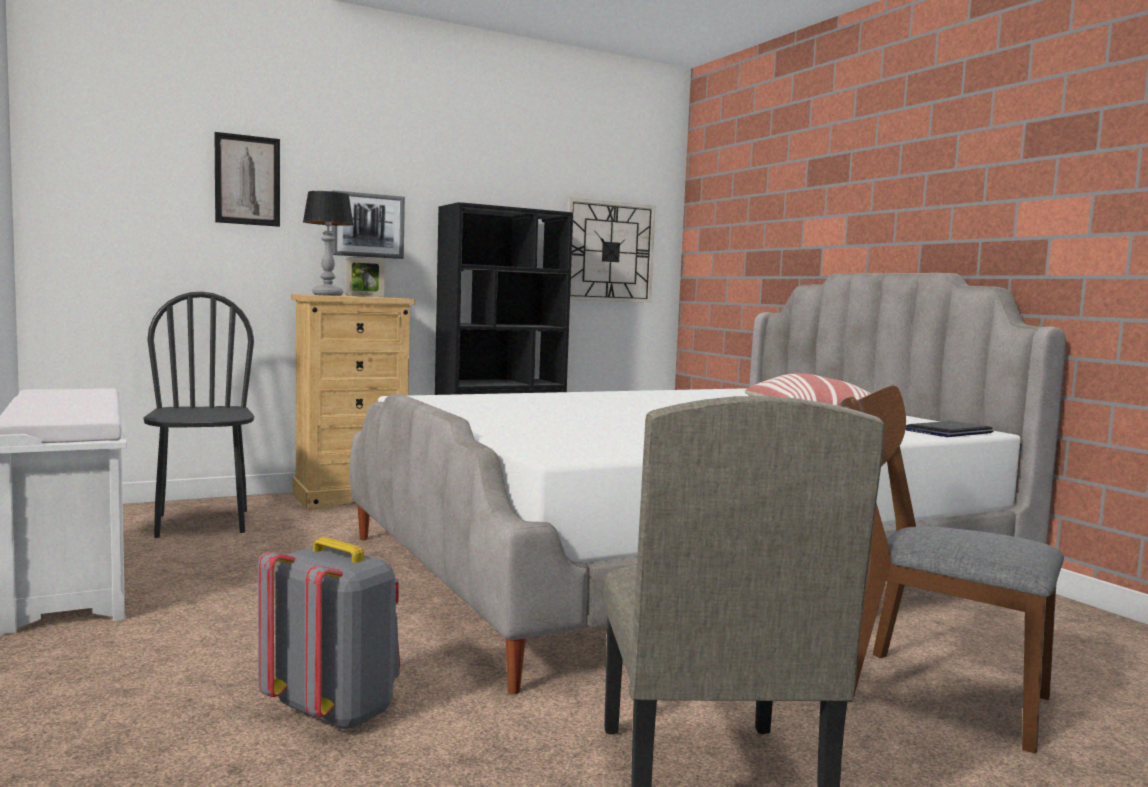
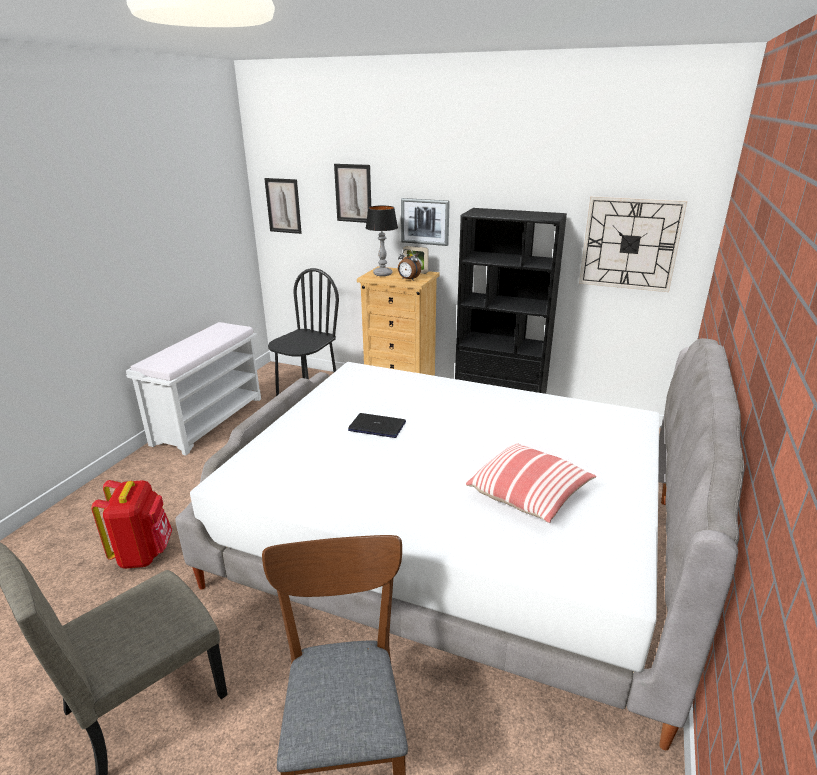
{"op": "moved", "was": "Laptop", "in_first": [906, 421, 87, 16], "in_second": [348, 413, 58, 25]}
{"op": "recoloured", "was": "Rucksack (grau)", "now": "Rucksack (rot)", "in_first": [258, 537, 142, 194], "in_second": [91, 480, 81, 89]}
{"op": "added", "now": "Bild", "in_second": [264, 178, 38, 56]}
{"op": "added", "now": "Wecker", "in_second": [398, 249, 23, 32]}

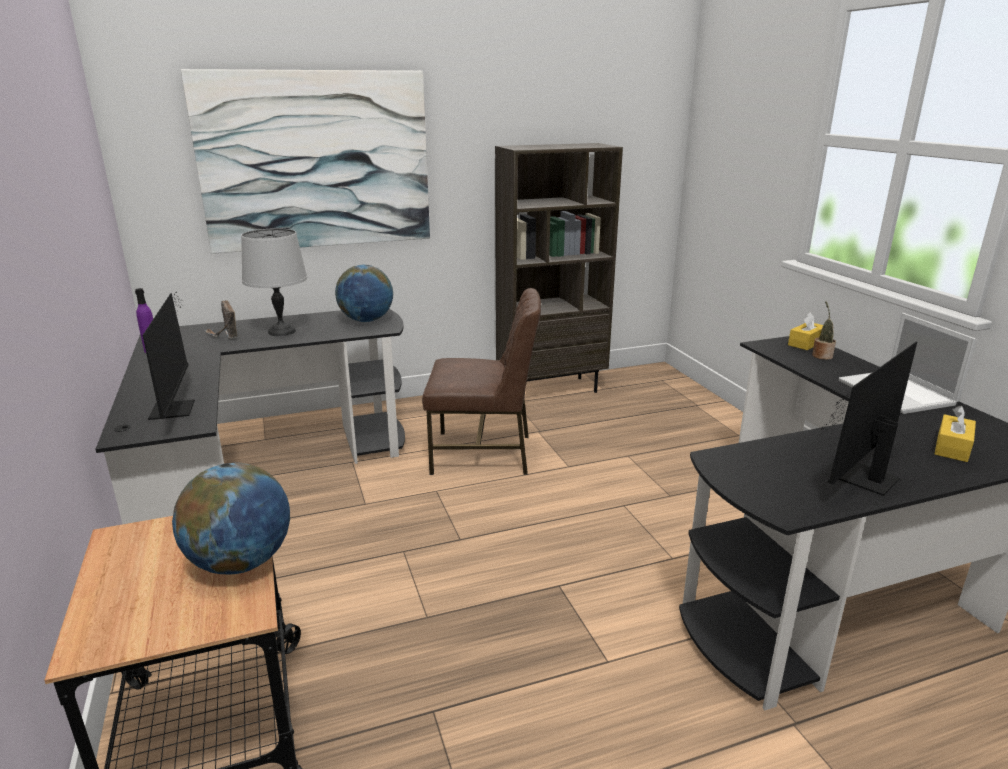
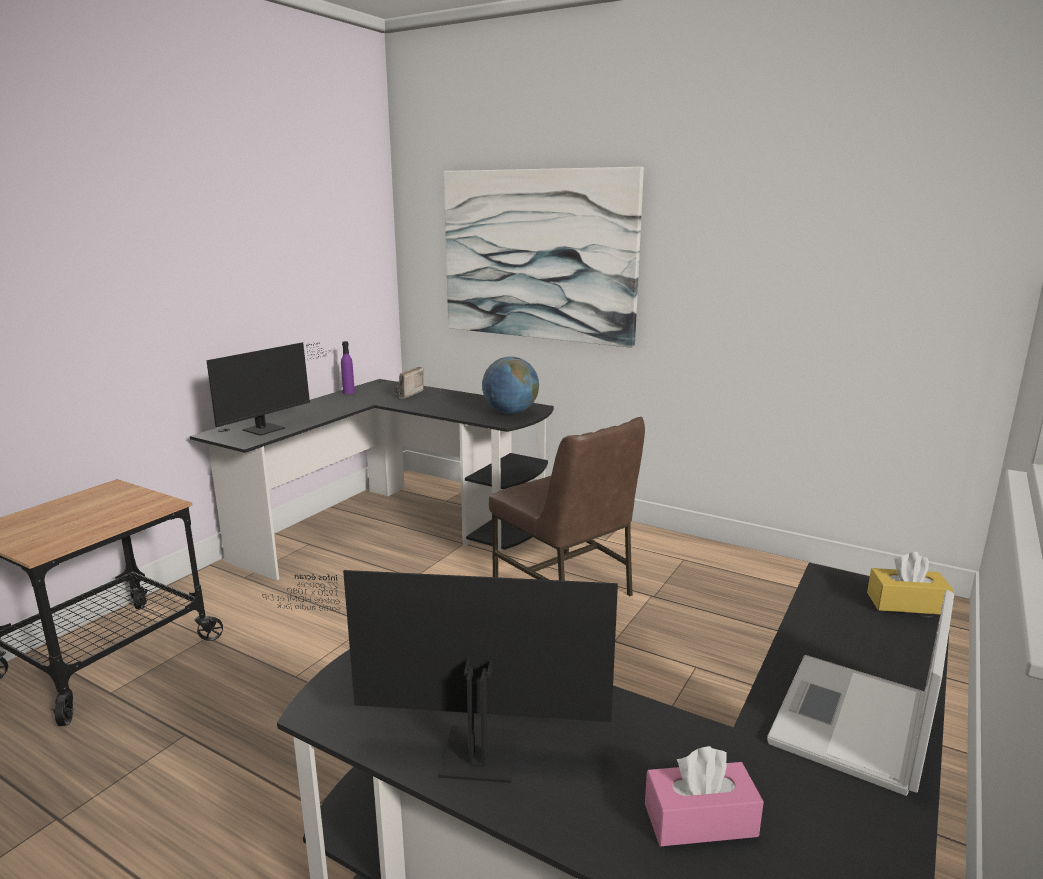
{"op": "removed", "was": "Bücherregal (braun)", "in_first": [495, 143, 128, 250]}
{"op": "removed", "was": "Tischlampe (grau)", "in_first": [241, 228, 66, 108]}
{"op": "removed", "was": "Topfpflanze", "in_first": [812, 301, 24, 59]}
{"op": "recoloured", "was": "Taschentuchbox (gelb)", "now": "Taschentuchbox (rosa)", "in_first": [935, 406, 41, 56], "in_second": [645, 746, 119, 100]}
{"op": "removed", "was": "Globus", "in_first": [172, 463, 118, 112]}

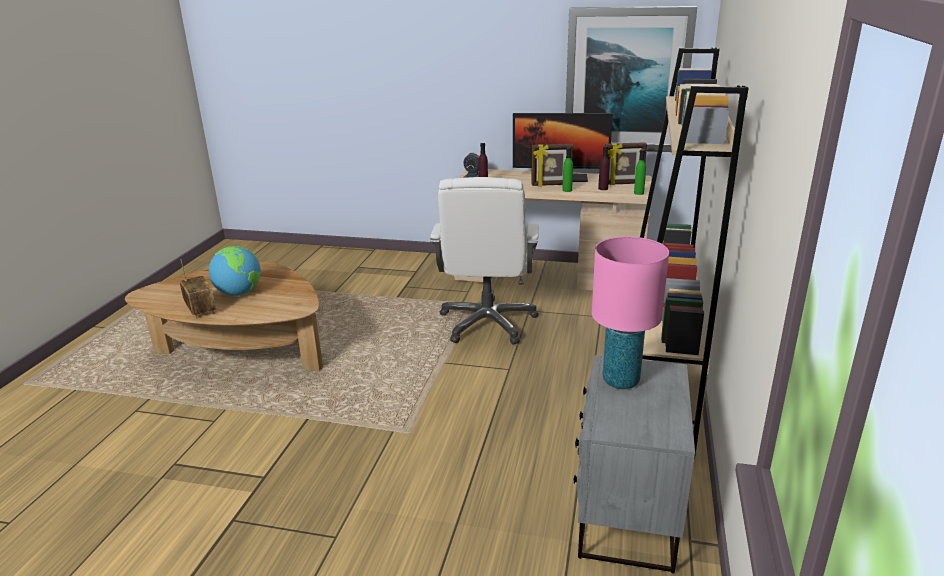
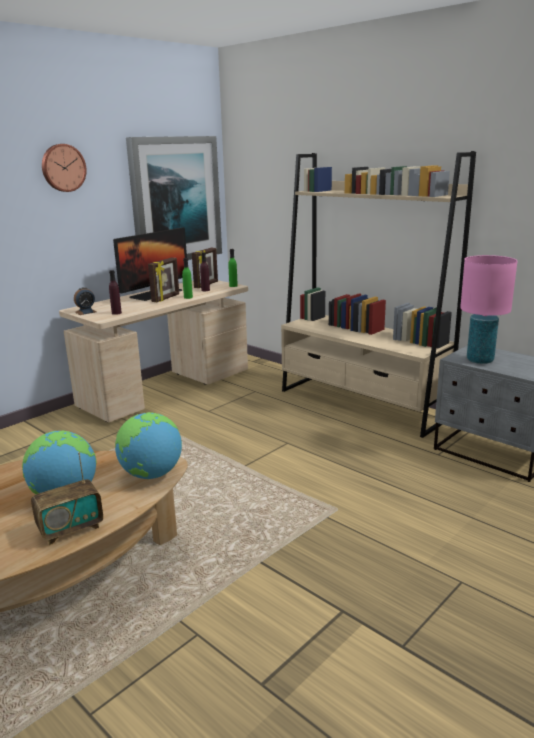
{"op": "removed", "was": "Bürostuhl (weiß)", "in_first": [430, 177, 109, 167]}
{"op": "turned", "was": "Radio", "in_first": [180, 259, 36, 60], "in_second": [31, 452, 72, 93], "clockwise": 150}
{"op": "added", "now": "Wanduhr", "in_second": [42, 144, 45, 48]}
{"op": "added", "now": "Globus", "in_second": [115, 412, 67, 67]}

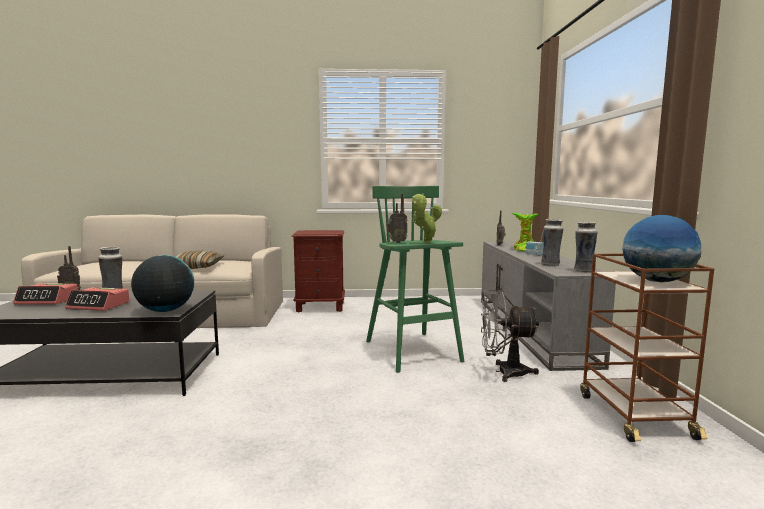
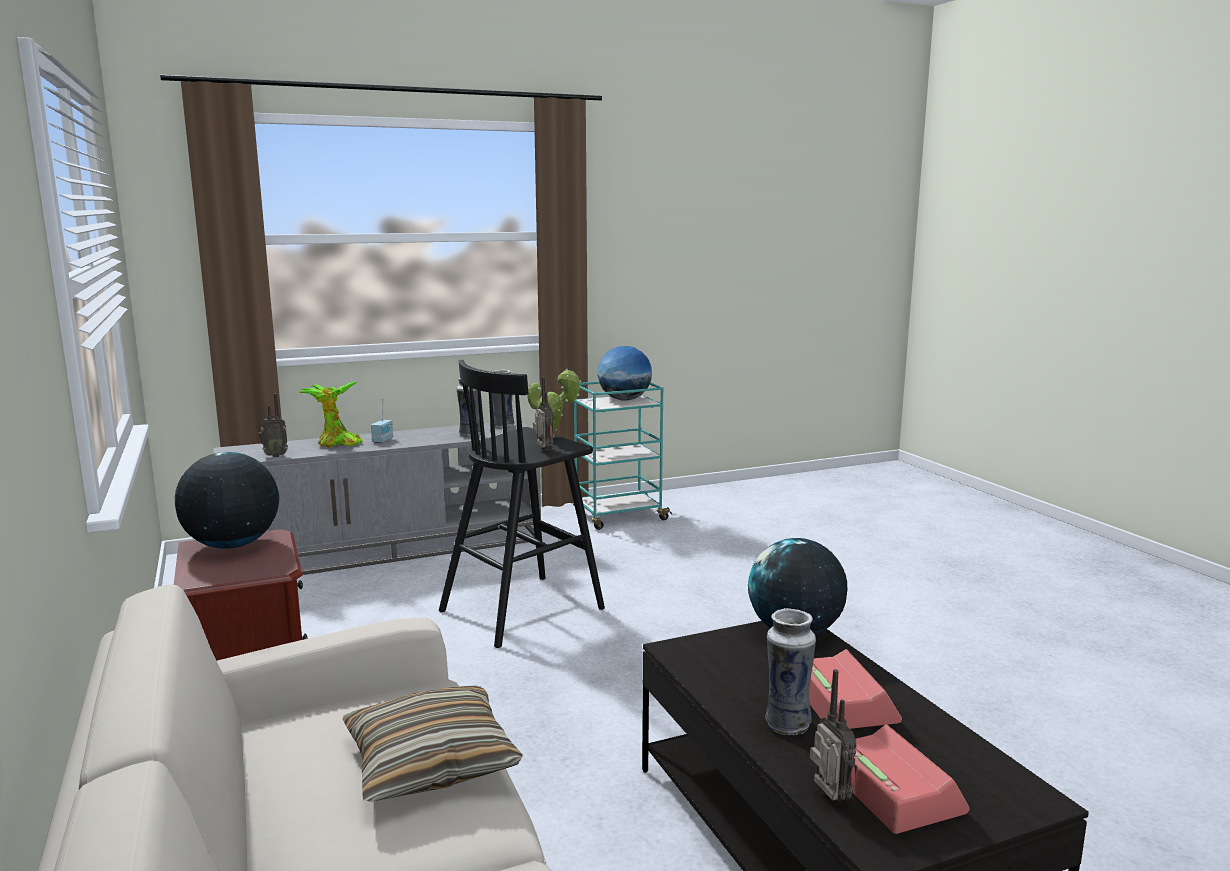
{"op": "recoloured", "was": "Hocker (grün)", "now": "Hocker (schwarz)", "in_first": [366, 186, 98, 187], "in_second": [439, 360, 166, 288]}
{"op": "recoloured", "was": "Rollwagen (braun)", "now": "Rollwagen (türkis)", "in_first": [580, 253, 134, 189], "in_second": [573, 381, 99, 149]}
{"op": "removed", "was": "Ventilator (grau)", "in_first": [481, 290, 59, 92]}
{"op": "added", "now": "Globus", "in_second": [175, 452, 104, 97]}

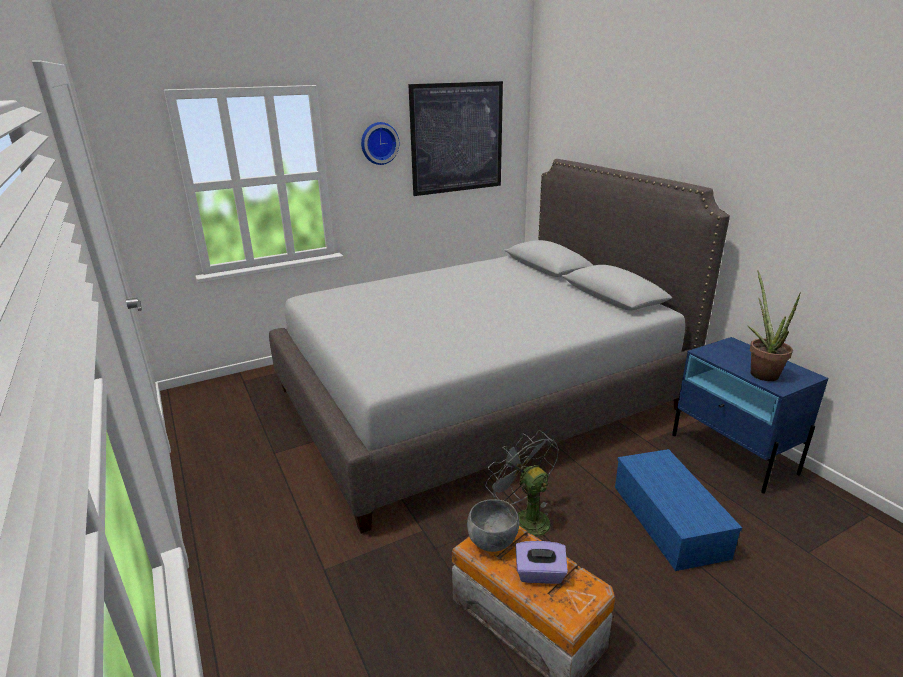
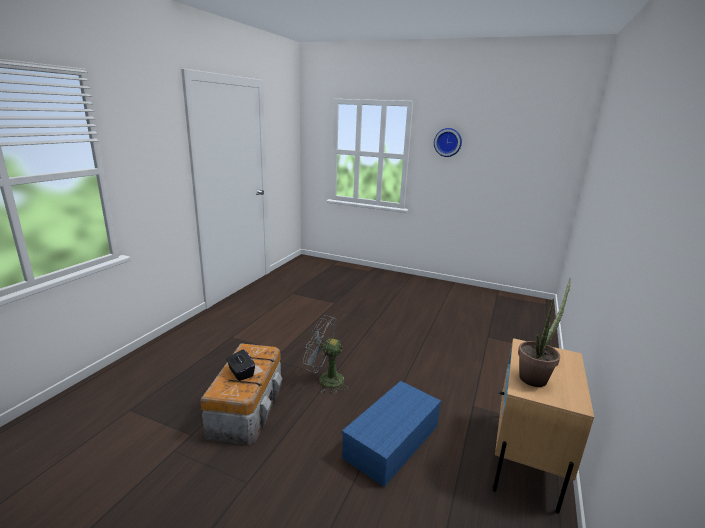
{"op": "removed", "was": "Bild", "in_first": [408, 81, 95, 115]}
{"op": "removed", "was": "Bett (grau)", "in_first": [269, 159, 461, 375]}
{"op": "recoloured", "was": "Nachttisch (blau)", "now": "Nachttisch (beige)", "in_first": [672, 337, 156, 157], "in_second": [493, 338, 101, 176]}
{"op": "turned", "was": "Ventilator (grau)", "in_first": [485, 430, 74, 111], "in_second": [303, 315, 46, 79], "clockwise": -90}
{"op": "removed", "was": "Schüssel (grau)", "in_first": [467, 500, 52, 52]}
{"op": "recoloured", "was": "Taschentuchbox (lila)", "now": "Taschentuchbox (schwarz)", "in_first": [516, 541, 52, 43], "in_second": [226, 349, 29, 32]}

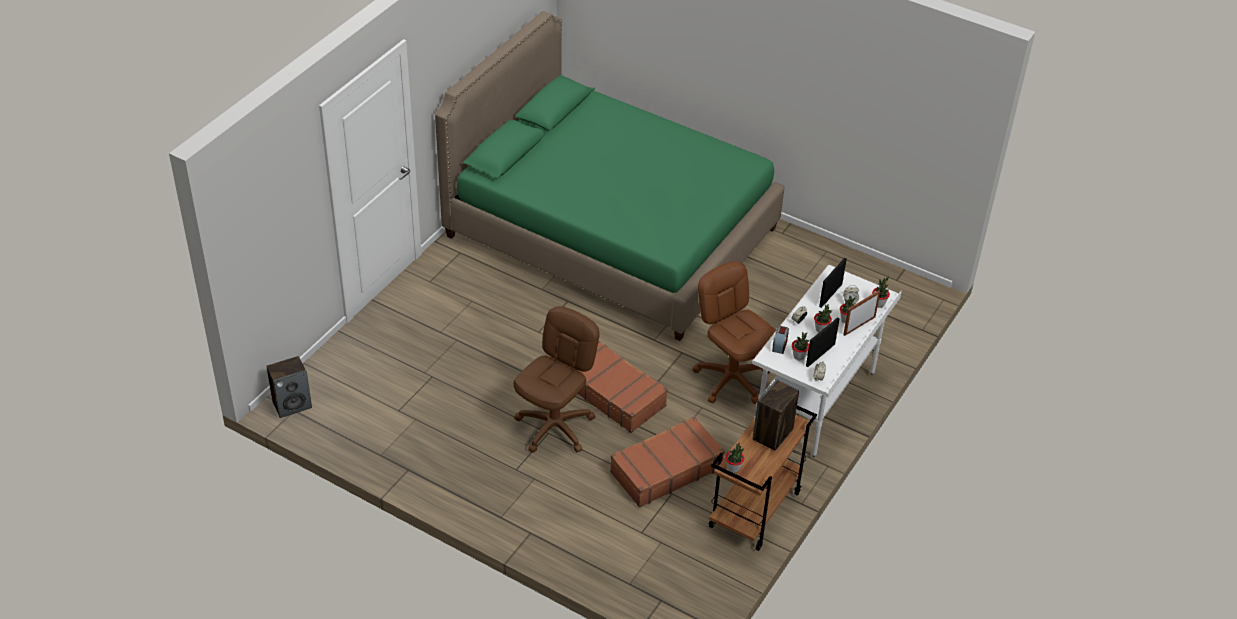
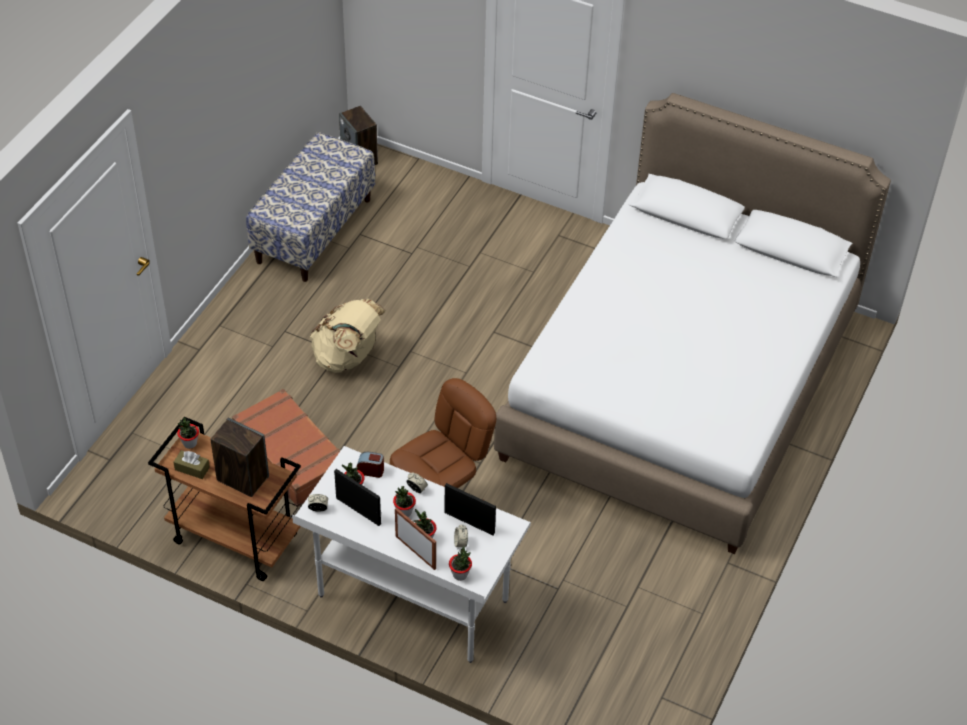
{"op": "recoloured", "was": "Bett (grün)", "now": "Bett (weiß)", "in_first": [435, 11, 349, 330], "in_second": [494, 93, 397, 461]}
{"op": "replaced", "was": "Bürostuhl (braun)", "now": "Rucksack (beige)", "in_first": [513, 306, 87, 147], "in_second": [309, 299, 77, 74]}
{"op": "removed", "was": "Koffer (braun)", "in_first": [578, 341, 90, 92]}
{"op": "added", "now": "Bank", "in_second": [246, 132, 129, 150]}
{"op": "added", "now": "Taschentuchbox (braun)", "in_second": [174, 450, 36, 29]}

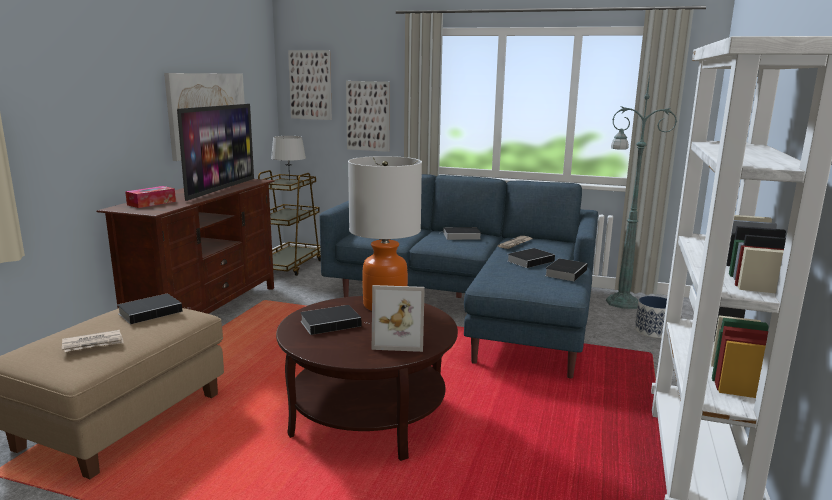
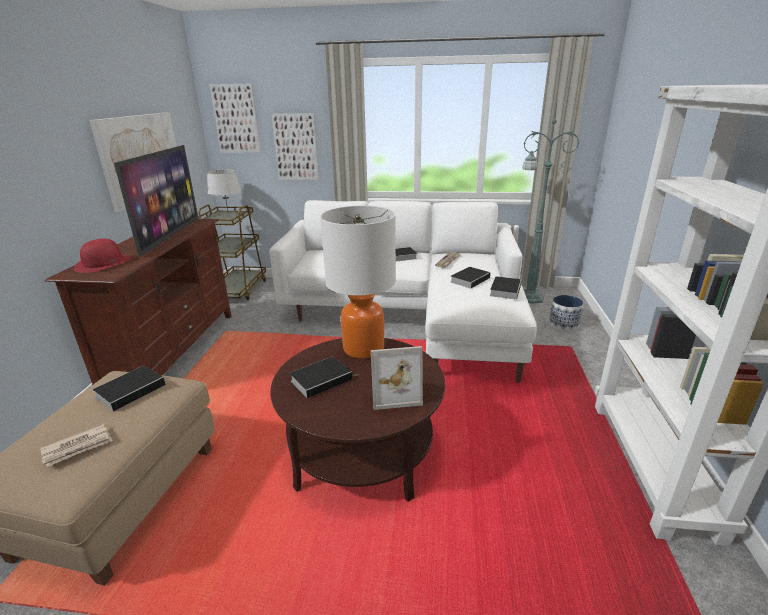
{"op": "recoloured", "was": "Sofa (blau)", "now": "Sofa (weiß)", "in_first": [319, 174, 279, 204], "in_second": [269, 200, 268, 183]}
{"op": "replaced", "was": "Taschentuchbox", "now": "Hut (rot)", "in_first": [125, 186, 51, 22], "in_second": [74, 238, 58, 35]}

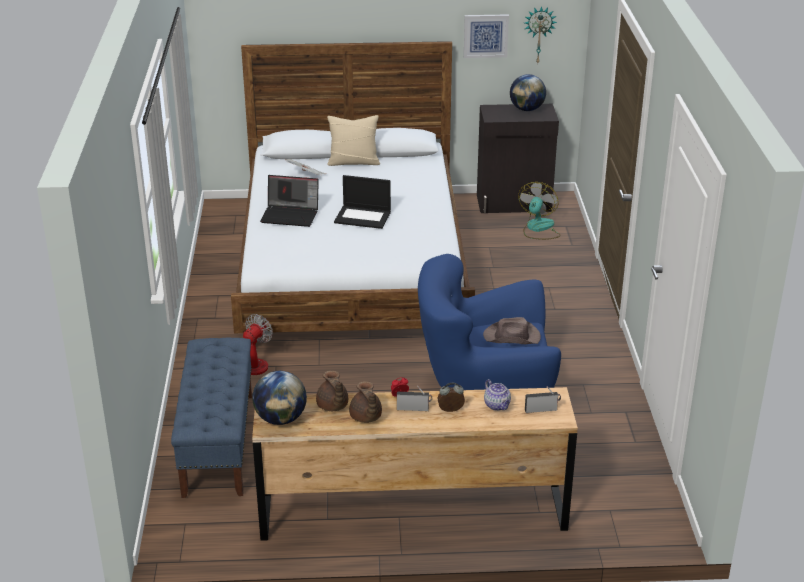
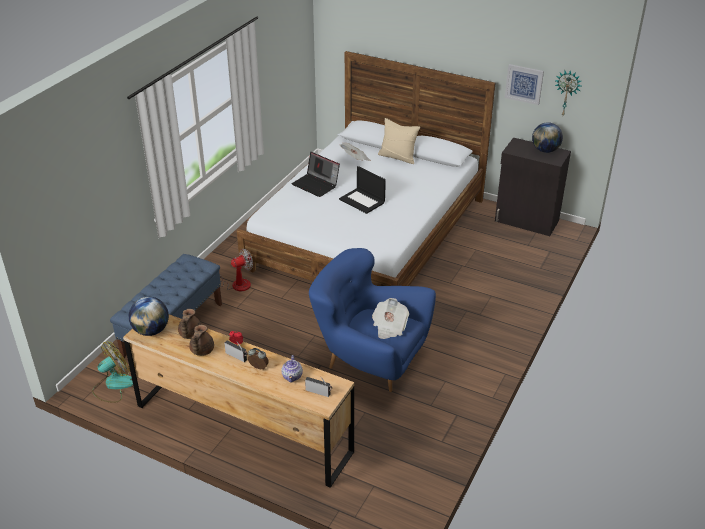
{"op": "moved", "was": "Ventilator", "in_first": [518, 182, 43, 58], "in_second": [92, 341, 41, 62]}
{"op": "replaced", "was": "Hut (braun)", "now": "Zeitung", "in_first": [483, 317, 58, 28], "in_second": [372, 298, 37, 41]}

